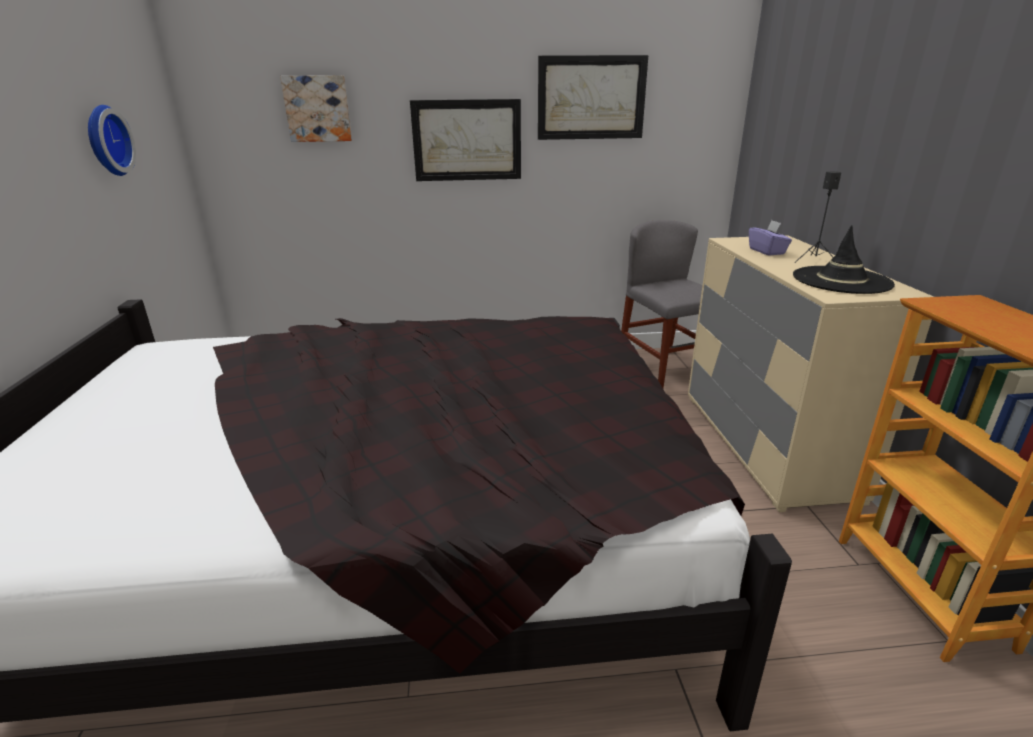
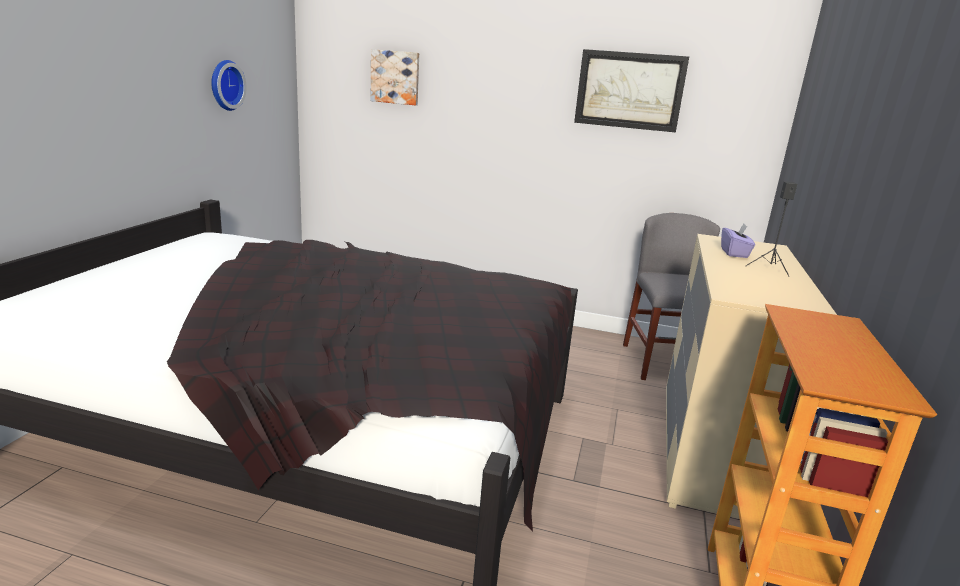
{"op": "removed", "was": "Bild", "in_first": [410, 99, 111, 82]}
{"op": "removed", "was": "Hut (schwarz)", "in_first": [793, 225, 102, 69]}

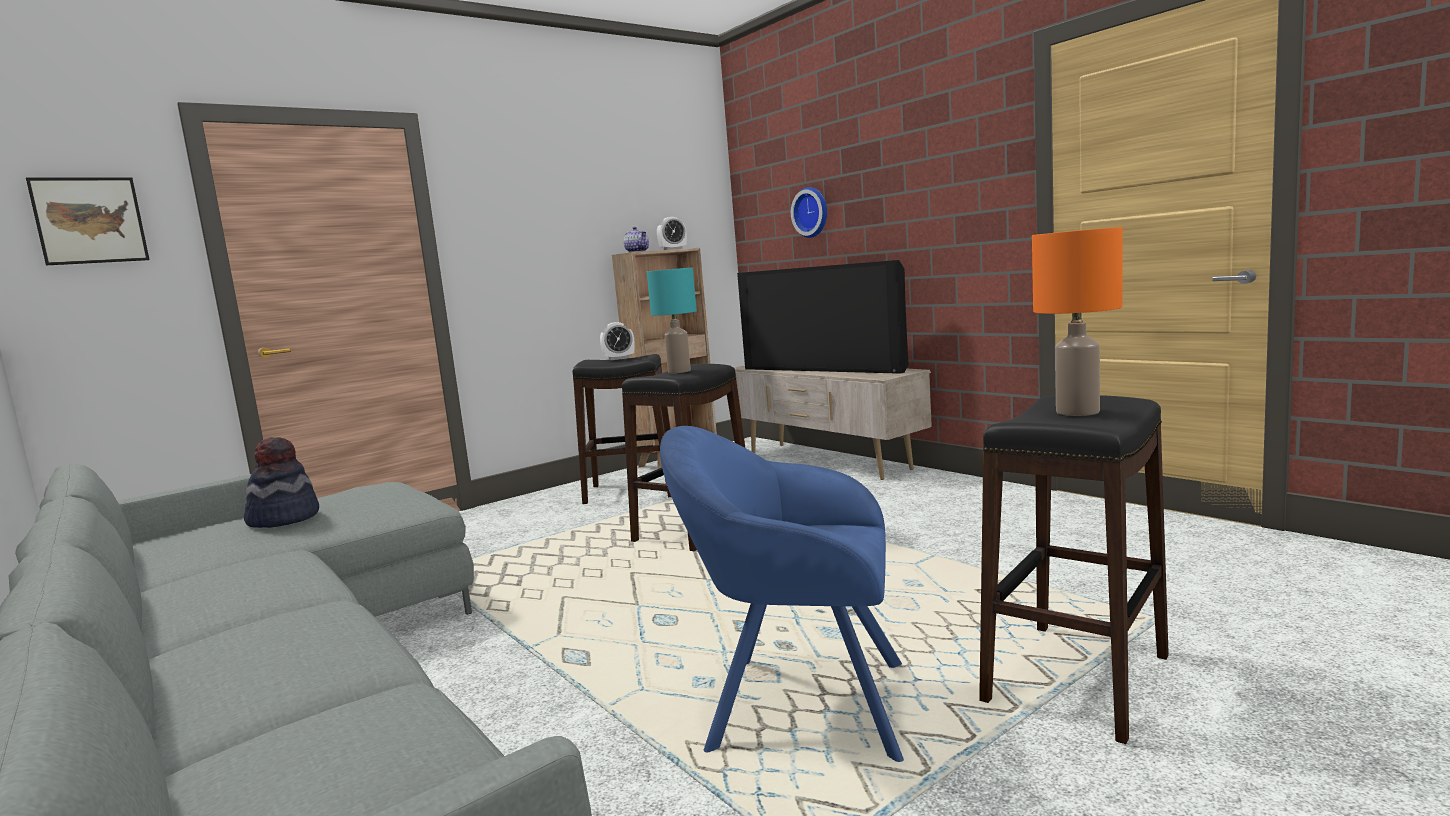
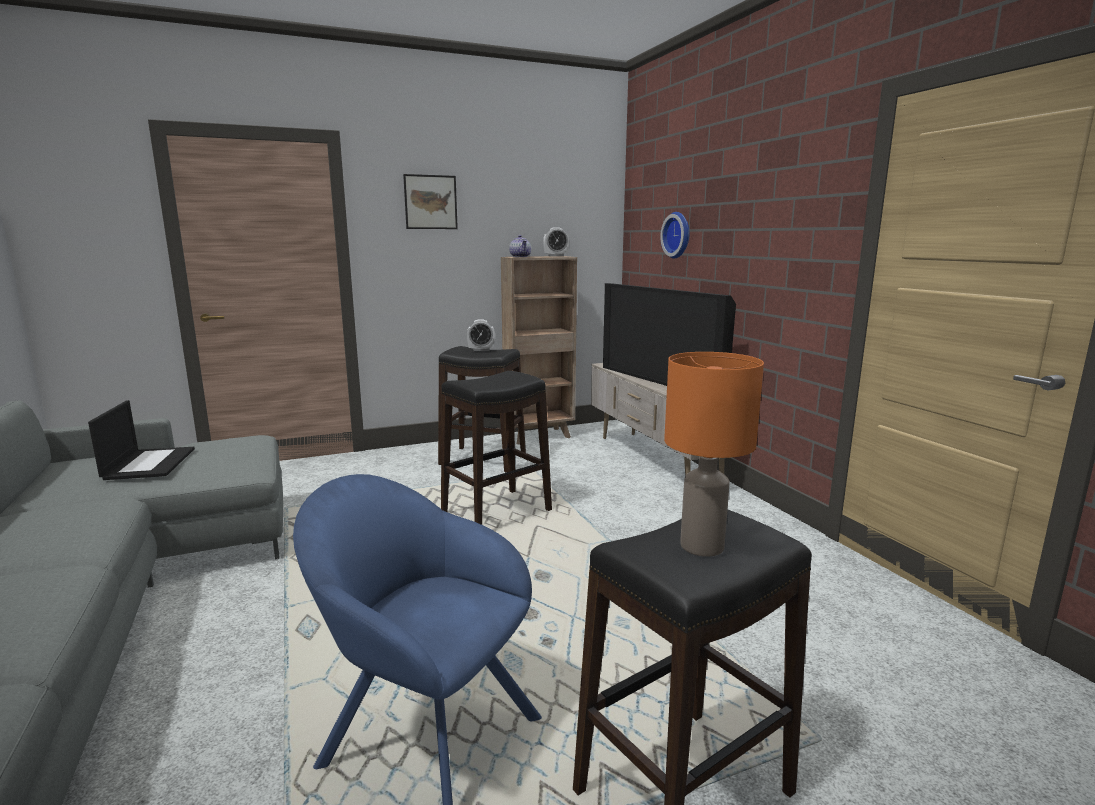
{"op": "moved", "was": "Bild", "in_first": [26, 178, 124, 87], "in_second": [403, 174, 55, 55]}
{"op": "removed", "was": "Tischlampe (türkis)", "in_first": [647, 267, 50, 106]}
{"op": "replaced", "was": "Hut", "now": "Laptop", "in_first": [244, 437, 75, 91], "in_second": [88, 400, 107, 80]}

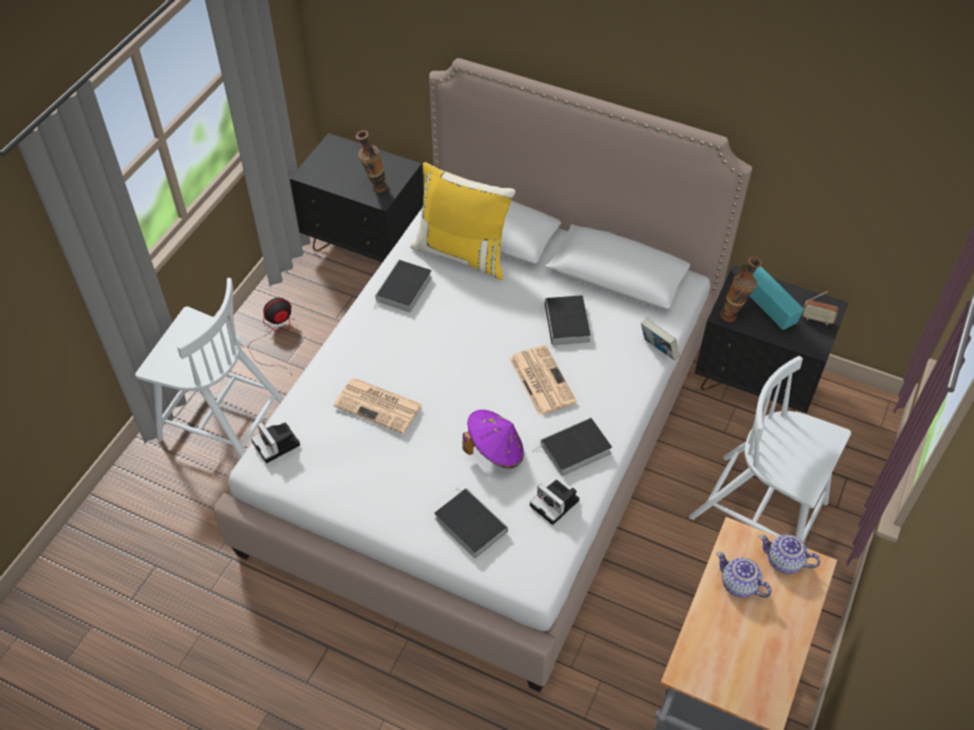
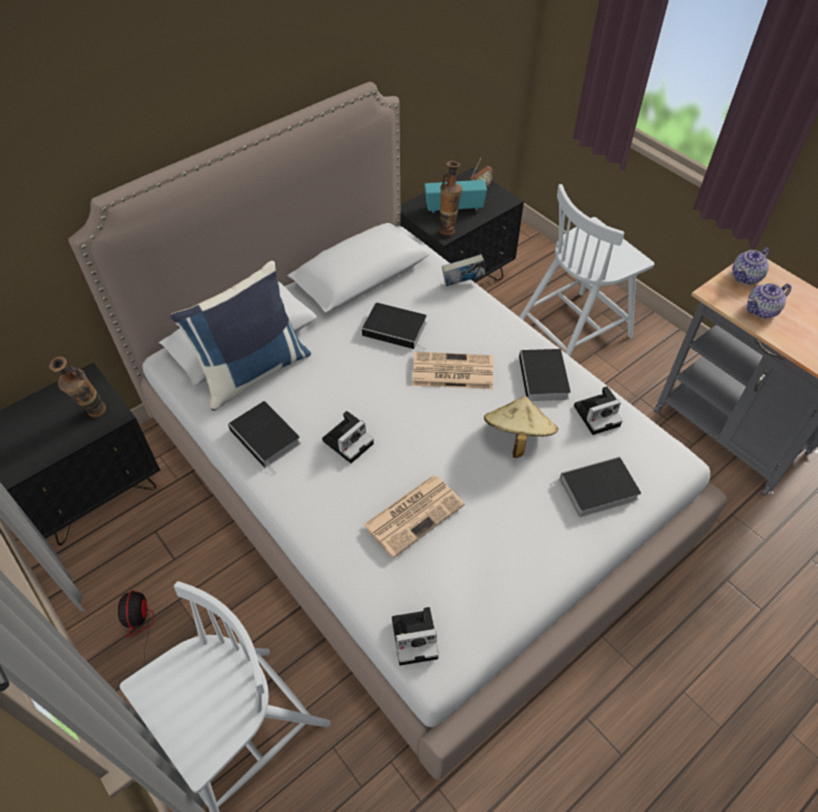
{"op": "recoloured", "was": "Kissen (gelb)", "now": "Kissen (blau)", "in_first": [411, 162, 105, 118], "in_second": [170, 261, 141, 150]}
{"op": "recoloured", "was": "Hut (lila)", "now": "Hut (beige)", "in_first": [463, 410, 61, 59], "in_second": [484, 396, 74, 62]}
{"op": "added", "now": "Kamera", "in_second": [322, 411, 52, 52]}

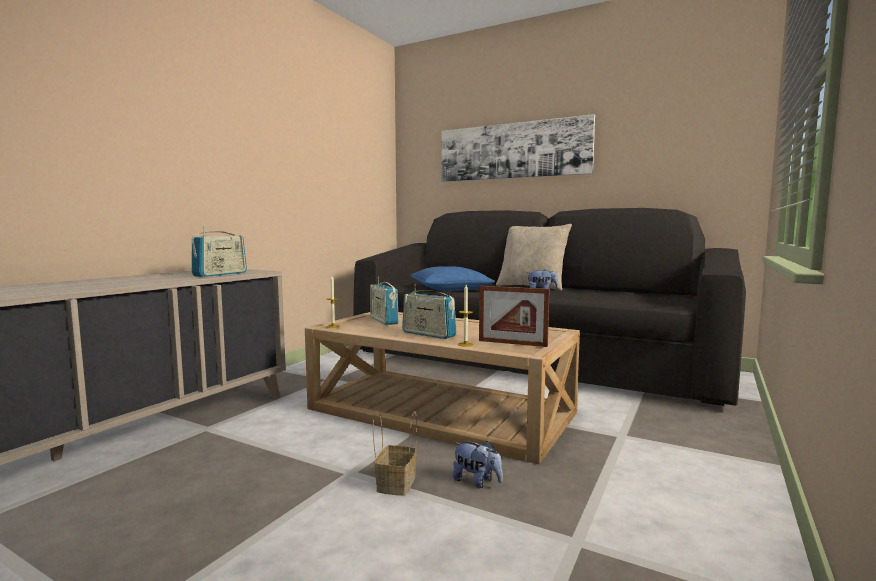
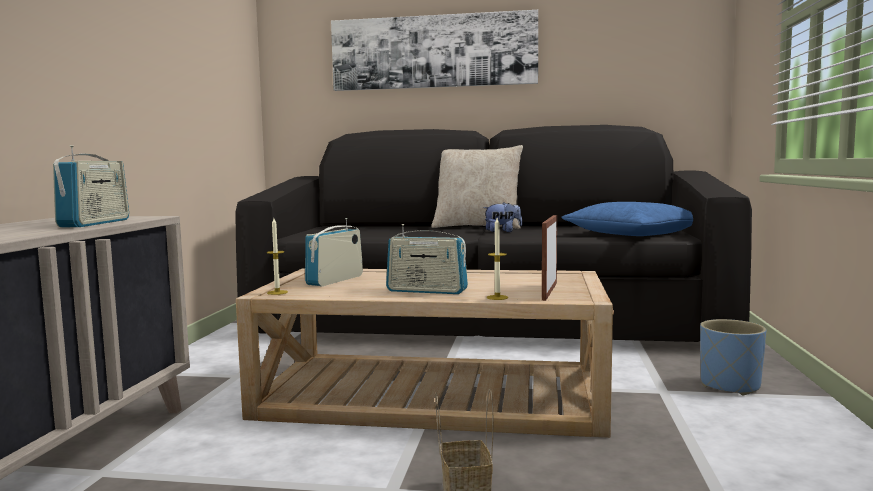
{"op": "moved", "was": "Kissen (blau)", "in_first": [411, 266, 84, 25], "in_second": [561, 202, 132, 34]}
{"op": "turned", "was": "Radio", "in_first": [370, 277, 29, 48], "in_second": [305, 218, 58, 68], "clockwise": 75}
{"op": "turned", "was": "Bilderrahmen", "in_first": [479, 286, 71, 61], "in_second": [542, 215, 15, 86], "clockwise": 105}
{"op": "removed", "was": "Plüschtier", "in_first": [453, 441, 50, 47]}
{"op": "added", "now": "Pflanzkübel (blau)", "in_second": [700, 319, 66, 76]}

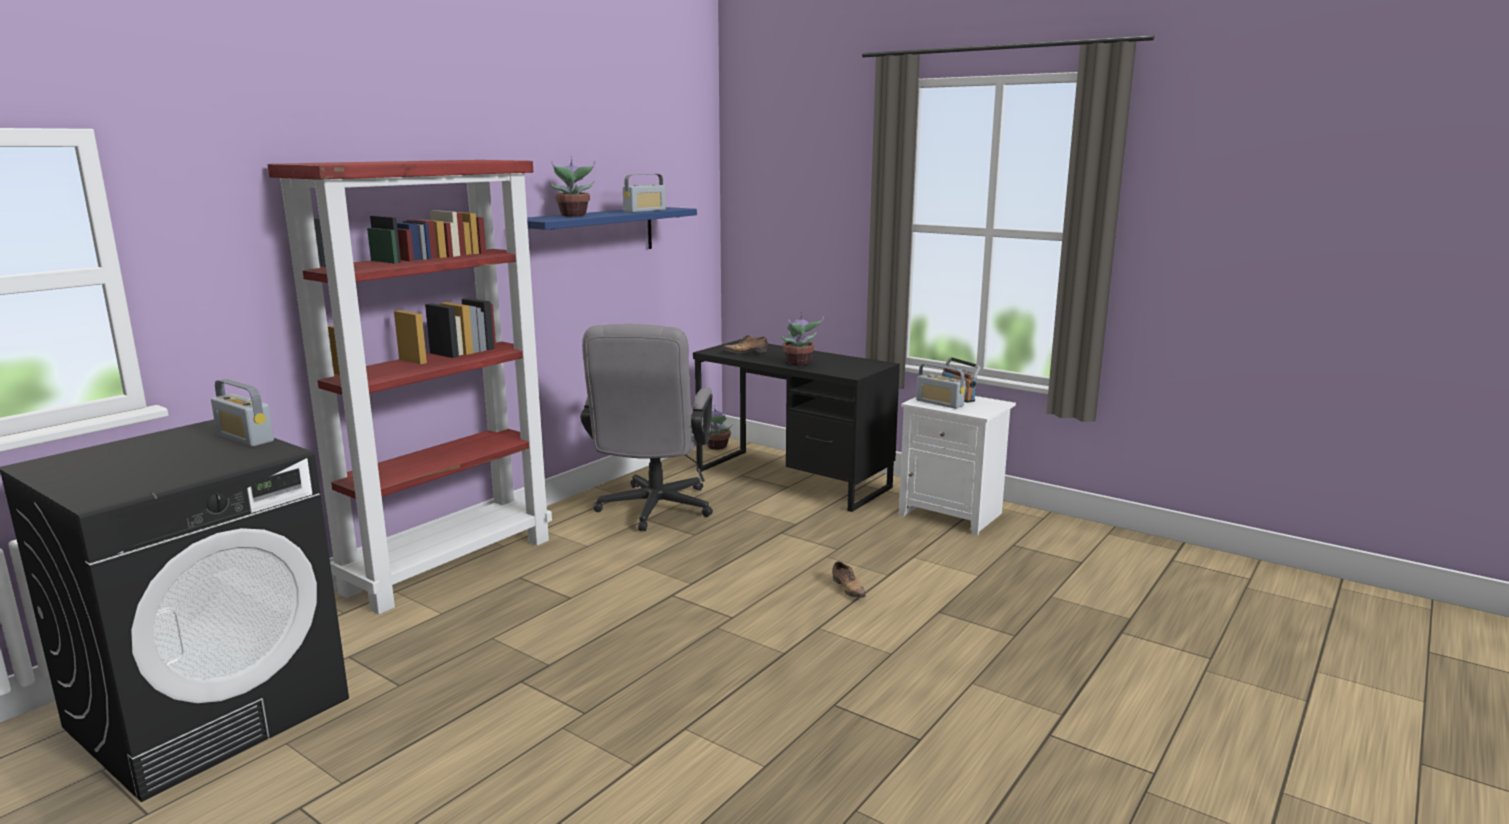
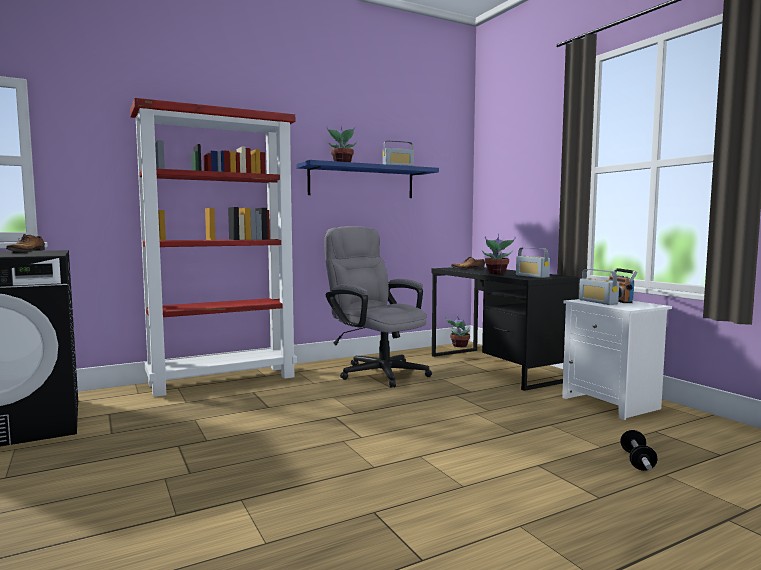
{"op": "turned", "was": "Bürostuhl (grau)", "in_first": [581, 324, 132, 207], "in_second": [325, 226, 107, 162], "clockwise": 105}
{"op": "moved", "was": "Radio", "in_first": [211, 379, 63, 68], "in_second": [516, 247, 34, 31]}
{"op": "moved", "was": "Schuh", "in_first": [832, 561, 34, 40], "in_second": [6, 234, 39, 18]}
{"op": "added", "now": "Hantel", "in_second": [620, 430, 38, 41]}

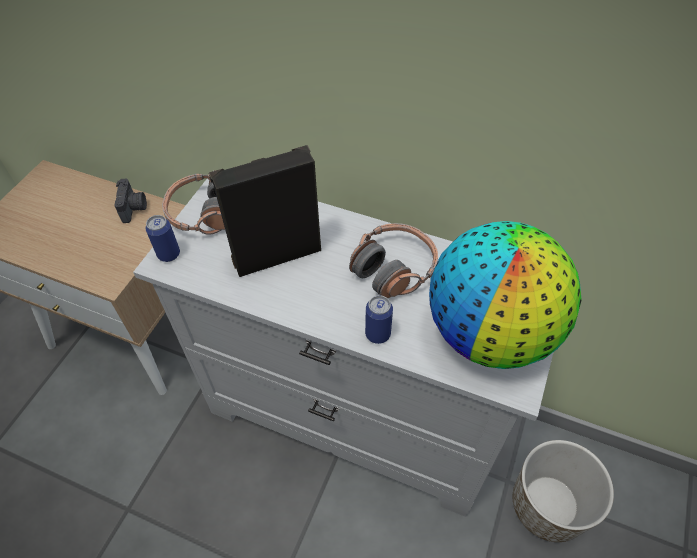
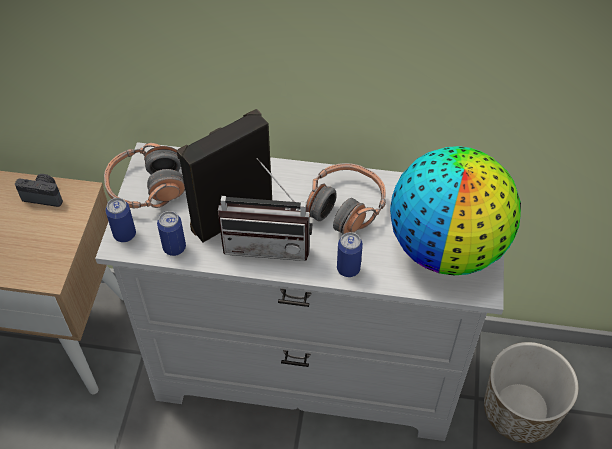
{"op": "turned", "was": "Kamera", "in_first": [114, 178, 33, 45], "in_second": [15, 174, 48, 33], "clockwise": -60}
{"op": "added", "now": "Radio", "in_second": [218, 158, 94, 103]}
{"op": "added", "now": "Dose", "in_second": [157, 211, 29, 45]}

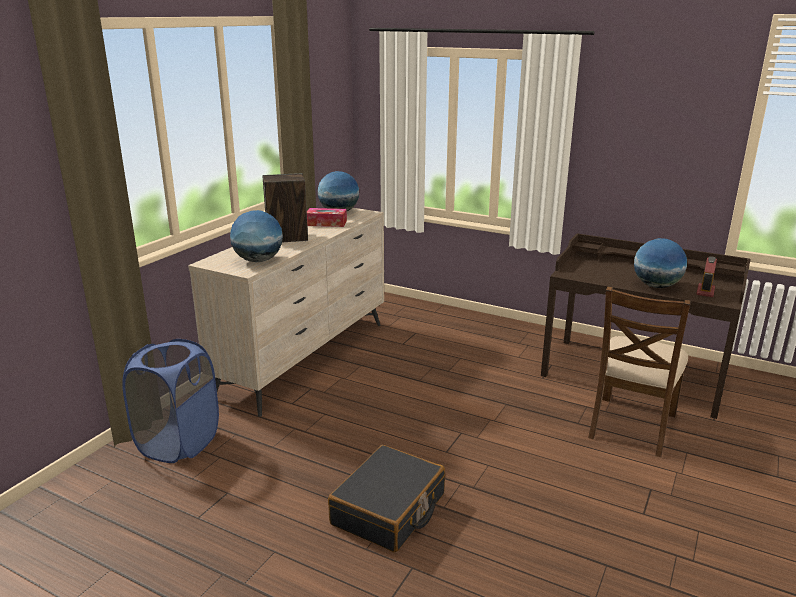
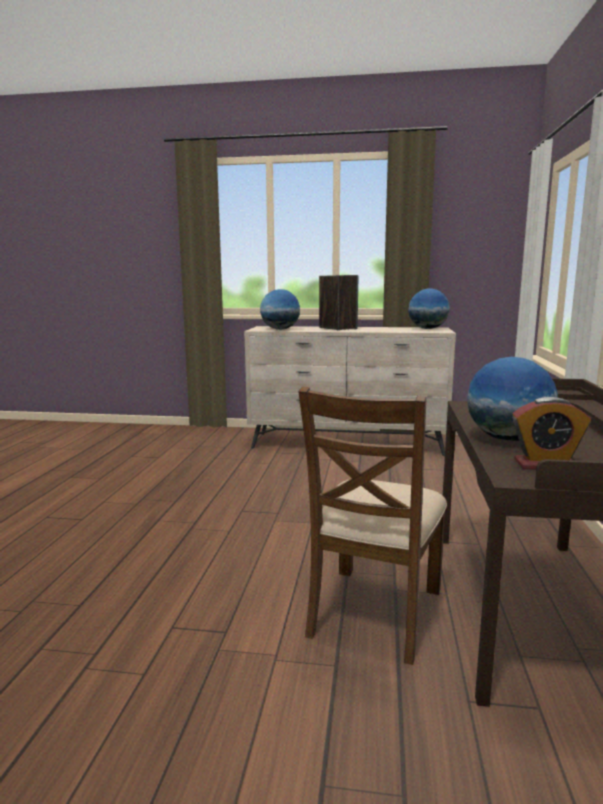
{"op": "removed", "was": "Taschentuchbox", "in_first": [307, 208, 40, 19]}
{"op": "turned", "was": "Stuhl (braun)", "in_first": [588, 286, 103, 171], "in_second": [298, 387, 149, 278], "clockwise": -75}
{"op": "removed", "was": "Wäschekorb (blau)", "in_first": [122, 339, 97, 124]}
{"op": "removed", "was": "Koffer (schwarz)", "in_first": [328, 445, 117, 107]}

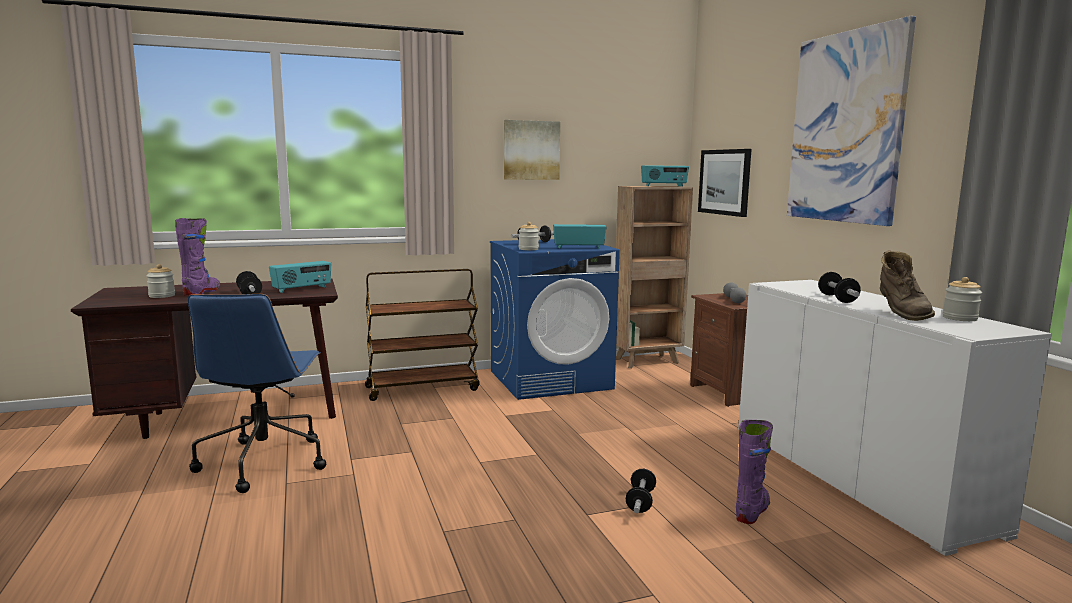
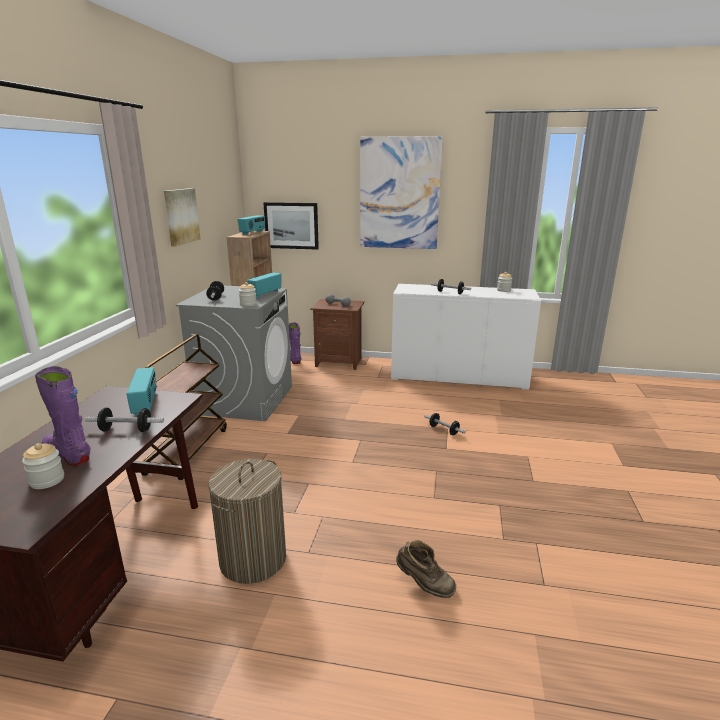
{"op": "recoloured", "was": "Waschmaschine (blau)", "now": "Waschmaschine (grau)", "in_first": [490, 239, 130, 161], "in_second": [176, 286, 116, 135]}
{"op": "moved", "was": "Stiefel (braun)", "in_first": [880, 250, 55, 71], "in_second": [396, 540, 60, 58]}
{"op": "replaced", "was": "Bürostuhl (blau)", "now": "Wäschekorb", "in_first": [188, 294, 138, 199], "in_second": [208, 459, 78, 125]}
{"op": "moved", "was": "Stiefel (lila)", "in_first": [736, 420, 37, 104], "in_second": [289, 323, 13, 41]}

